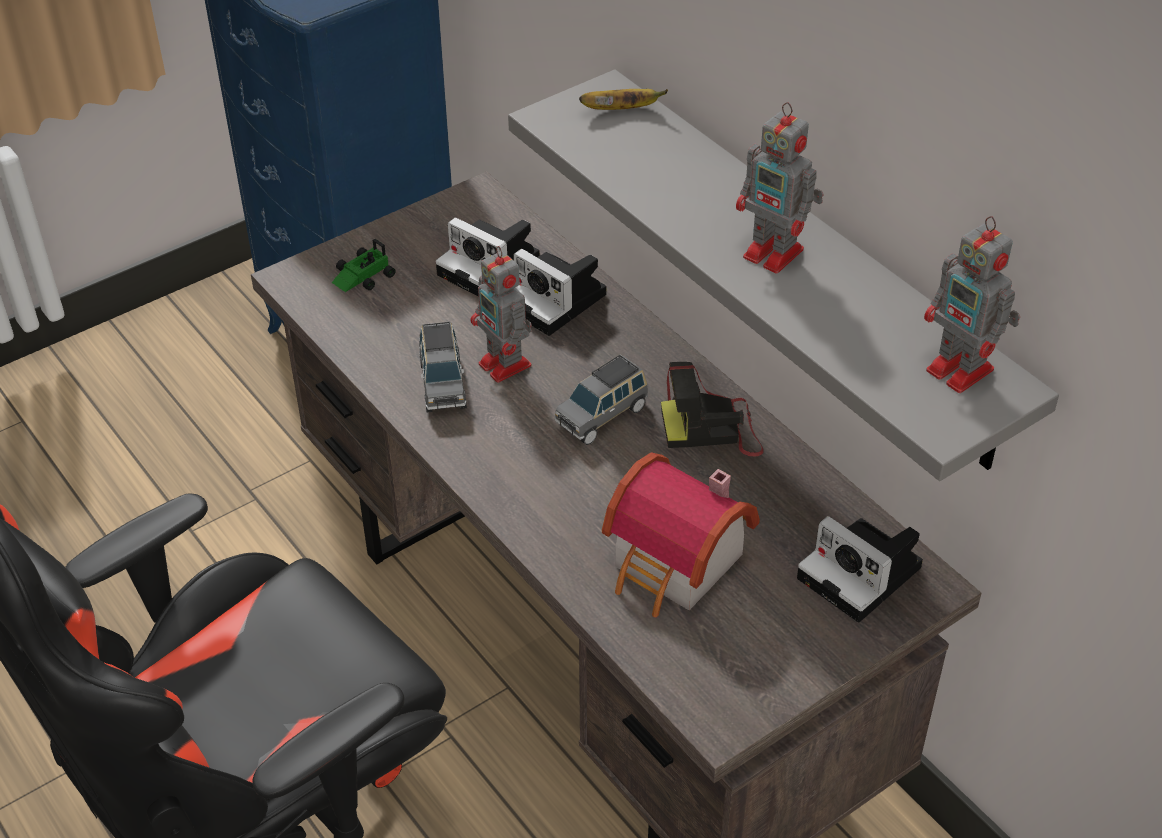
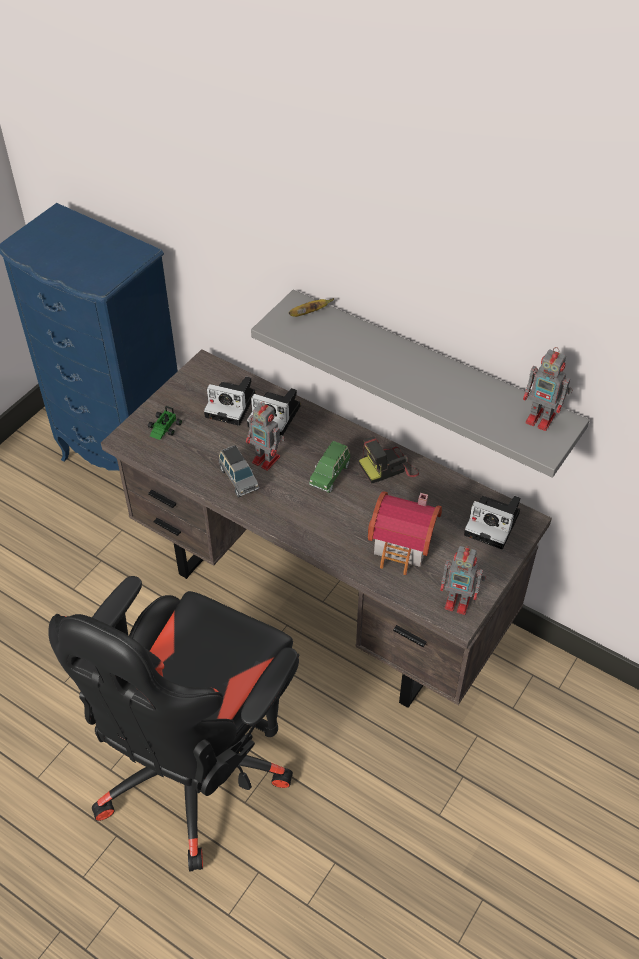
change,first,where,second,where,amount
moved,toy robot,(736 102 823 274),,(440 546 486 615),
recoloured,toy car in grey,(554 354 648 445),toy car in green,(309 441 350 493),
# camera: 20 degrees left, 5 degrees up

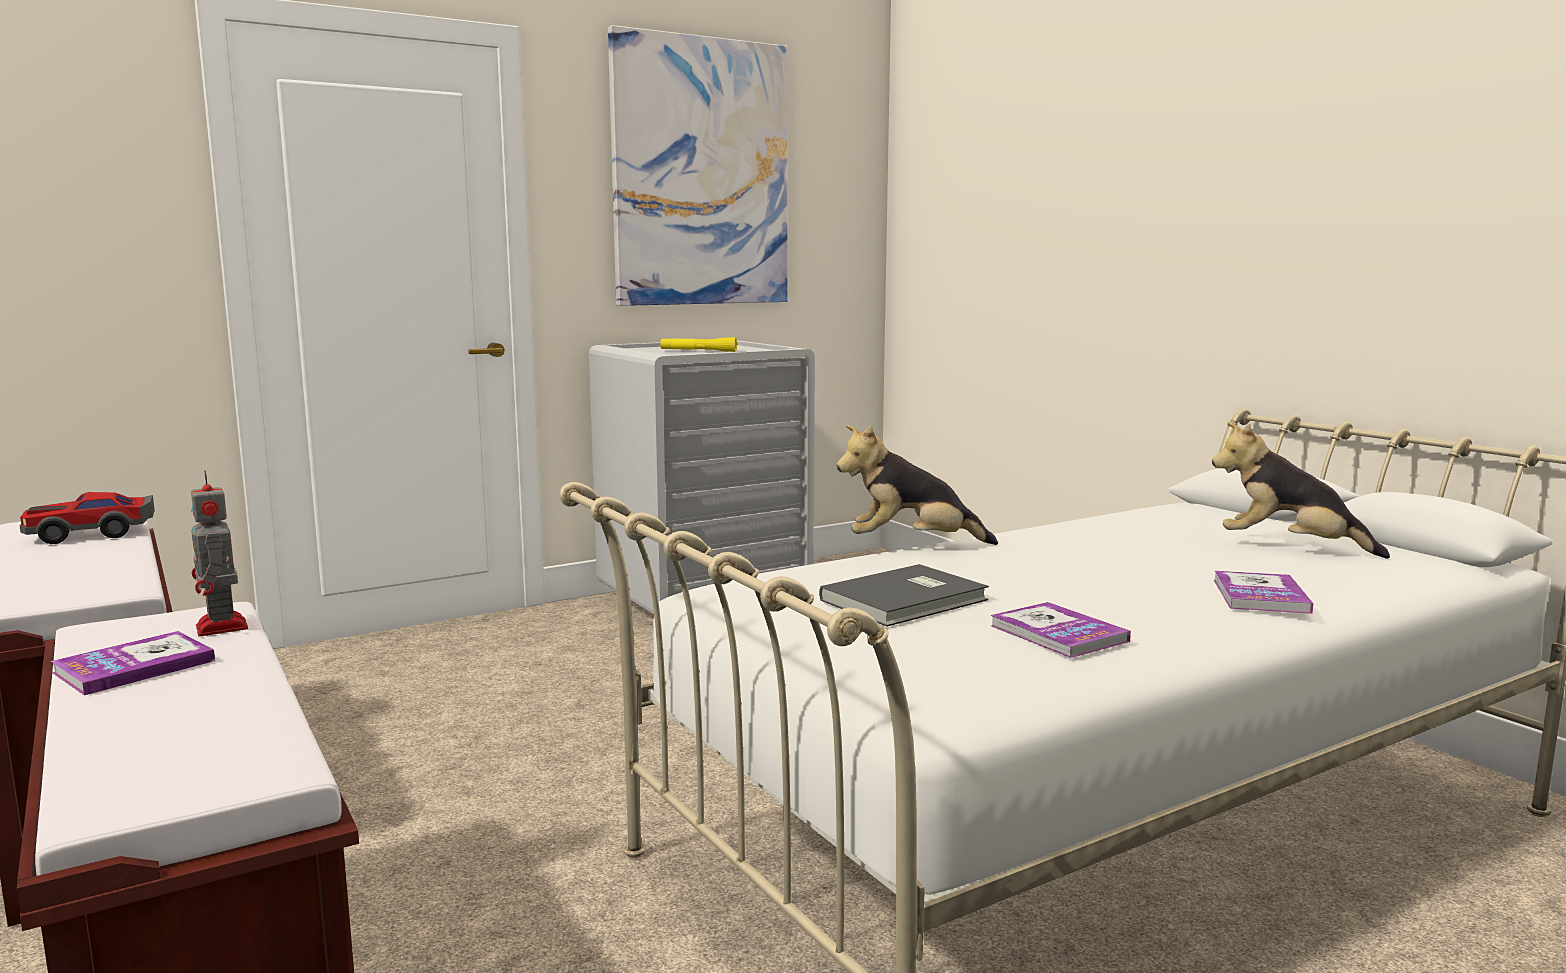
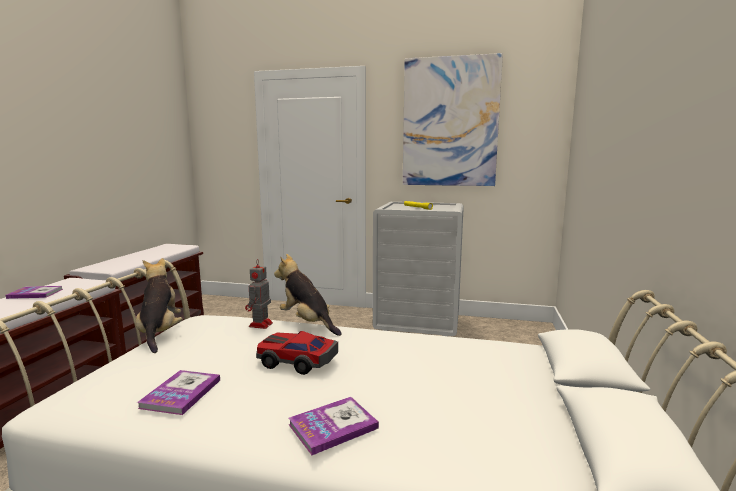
change,first,where,second,where,amount
moved,plush toy,(1212 422 1390 559),,(136 258 183 353),
moved,toy robot,(191 470 248 637),,(245 259 273 329),
moved,toy car,(19 492 155 544),,(256 331 338 375),
removed,book in grey,(819 564 989 626),,,
# camera: 45 degrees right, 0 degrees up

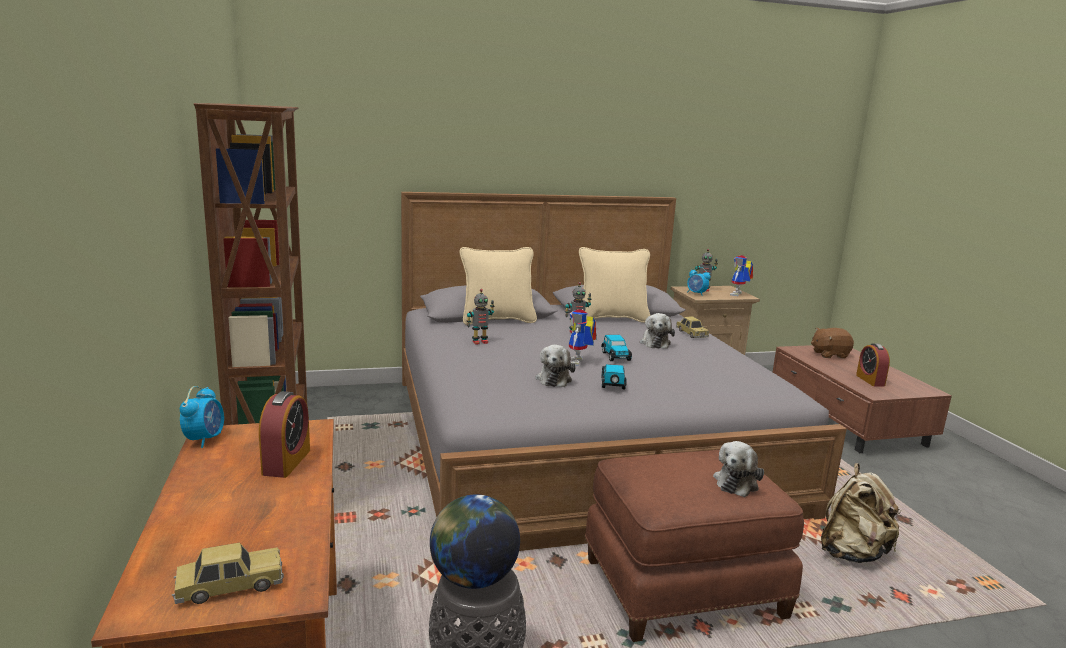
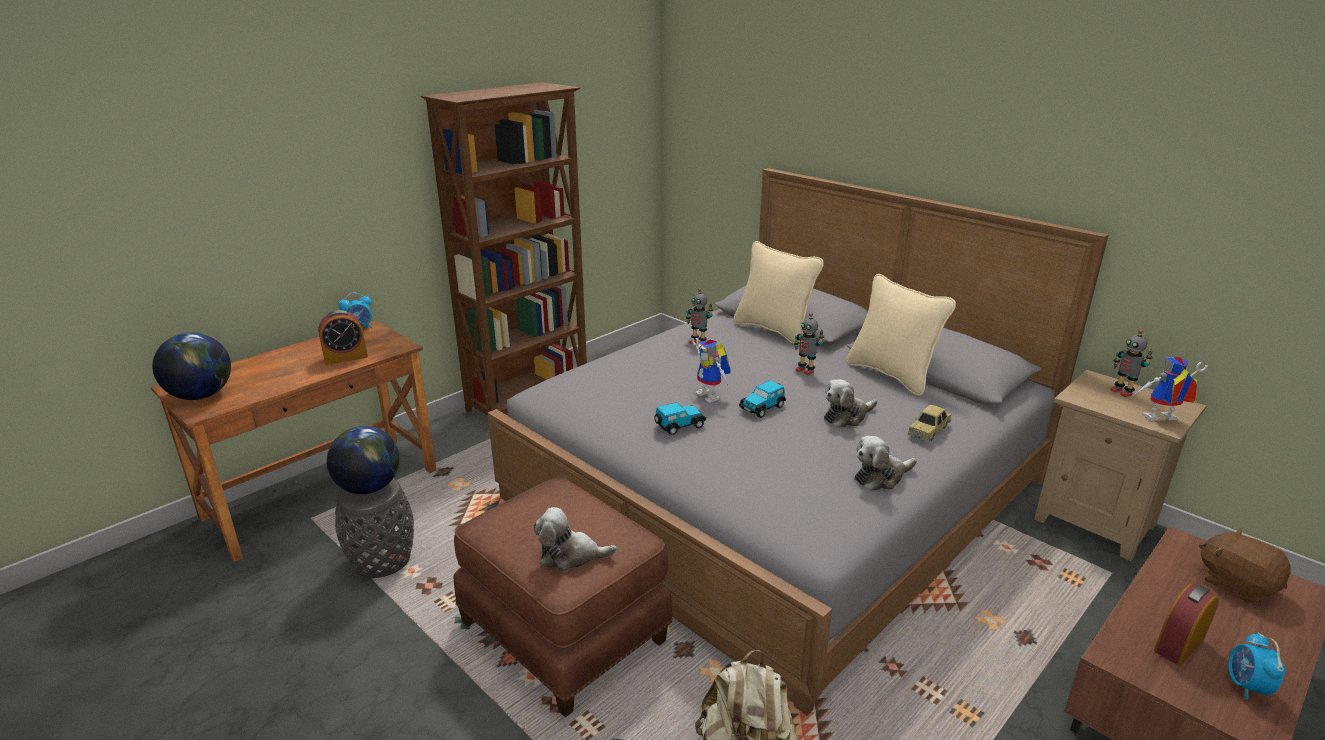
change,first,where,second,where,amount
moved,alarm clock,(687 267 711 296),,(1228 632 1286 700),
turned,toy robot,(569 309 597 366),,(692 338 731 403),105 degrees counterclockwise
moved,plush toy,(535 344 576 387),,(855 436 917 491),
replaced,toy car,(171 542 284 604),globe,(152 333 231 400),
# camera: 60 degrees right, 10 degrees up

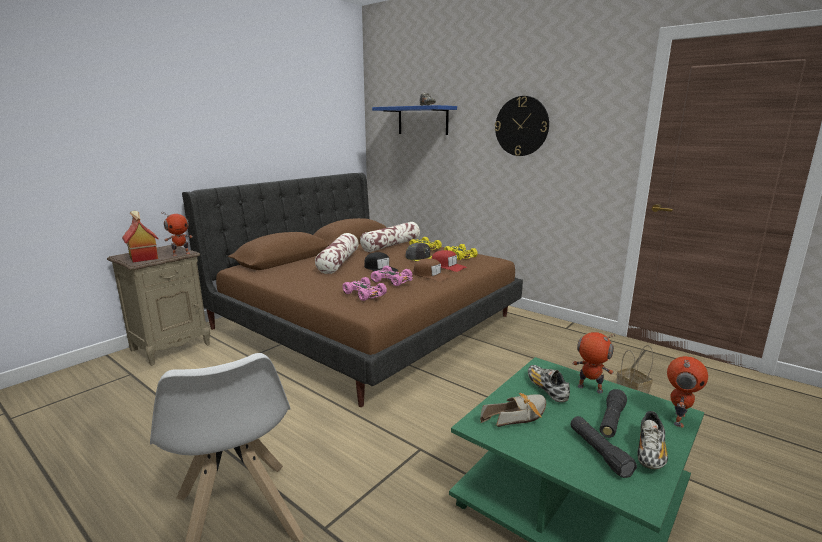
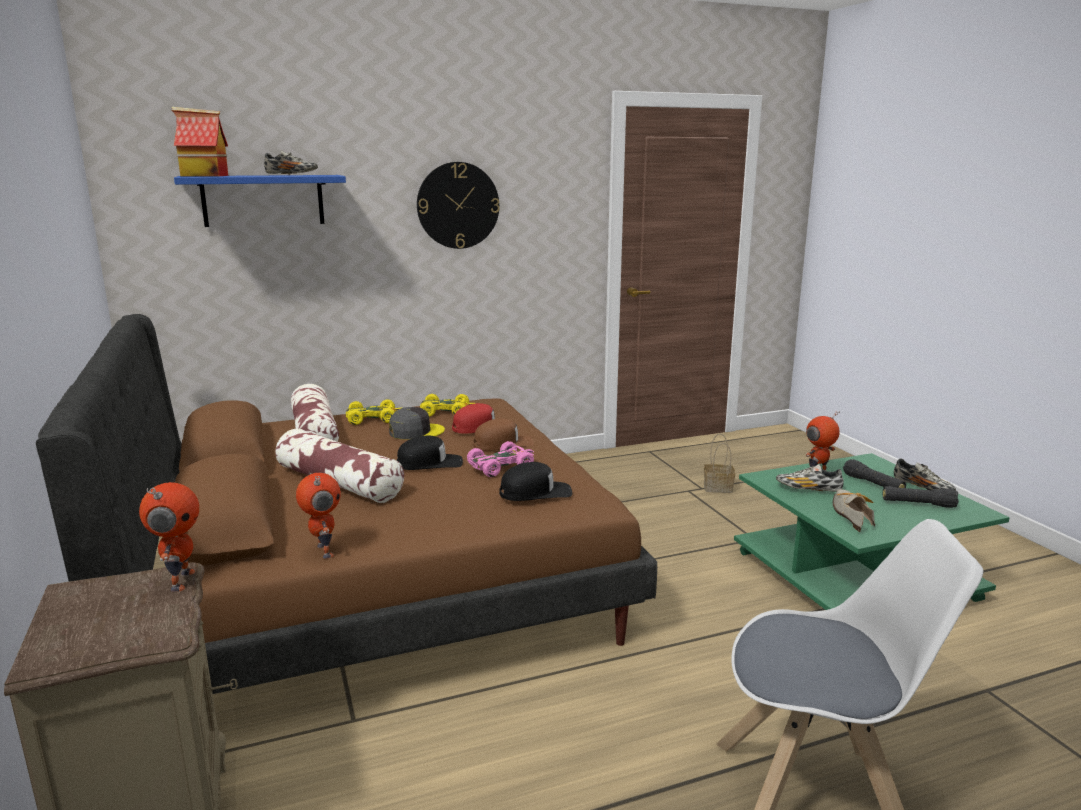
change,first,where,second,where,amount
moved,toy house,(122 211 159 262),,(171 107 228 177),
replaced,toy car in pink,(342 277 387 301),cap in black,(499 462 572 501),
moved,toy robot,(667 356 708 428),,(296 473 341 559),
# camera: 60 degrees left, 0 degrees up

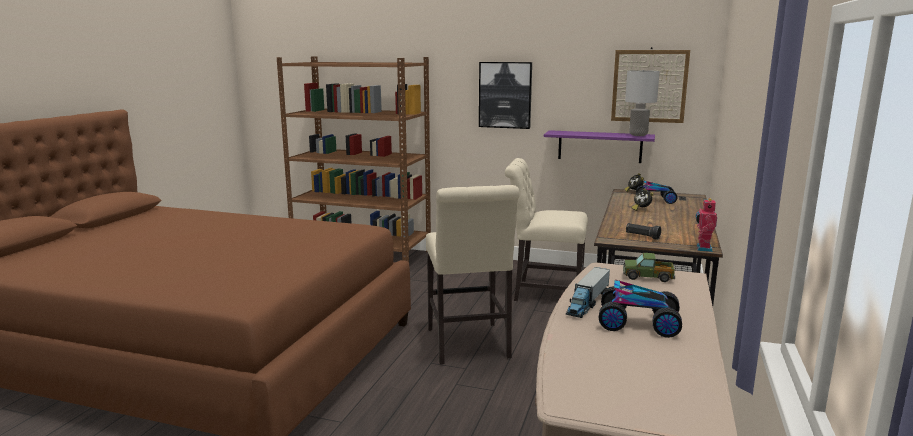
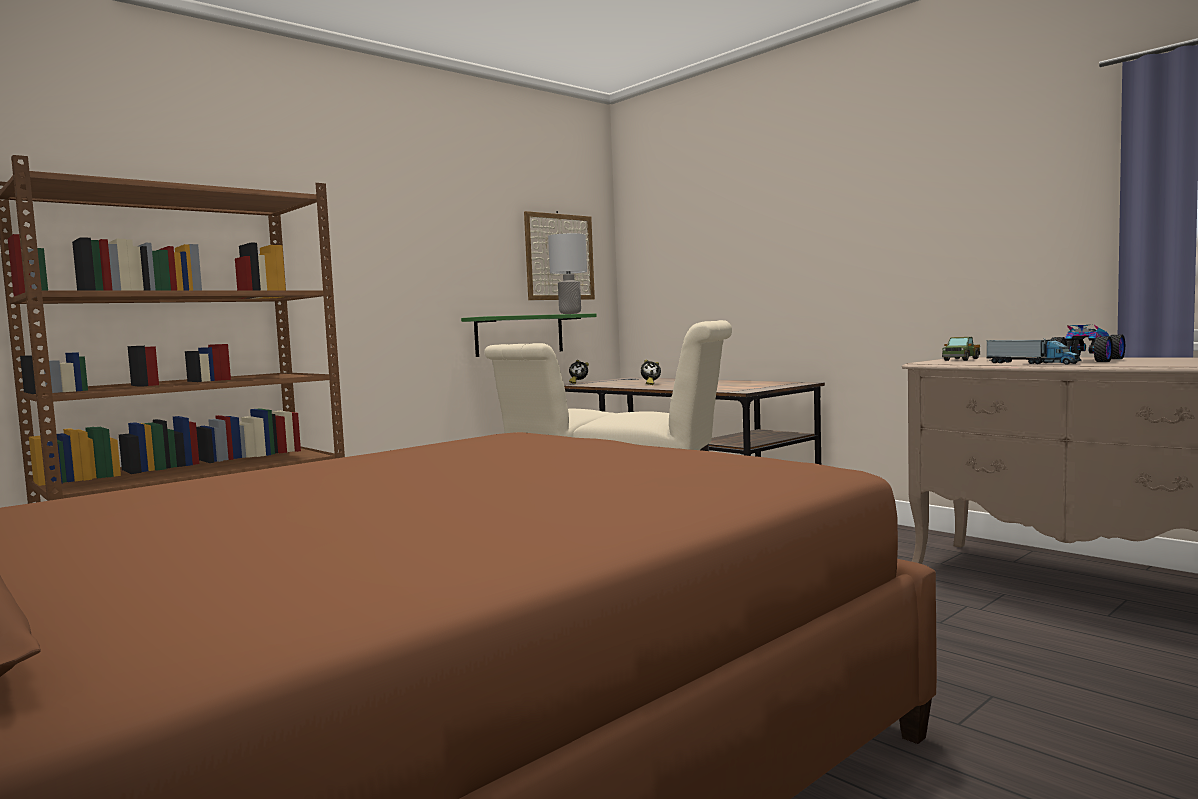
change,first,where,second,where,amount
removed,picture,(479 62 532 129),,,
recoloured,shelf in purple,(544 130 655 163),shelf in green,(461 313 597 357),
removed,toy car,(636 181 678 204),,,
removed,toy robot,(695 198 717 252),,,
removed,flashlight in black,(626 223 661 240),,,
# camera: 60 degrees left, 10 degrees down

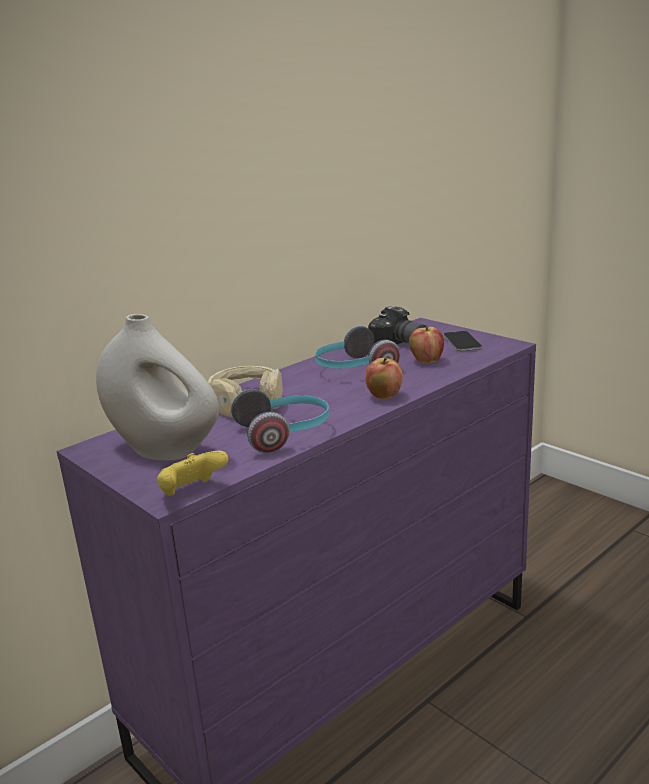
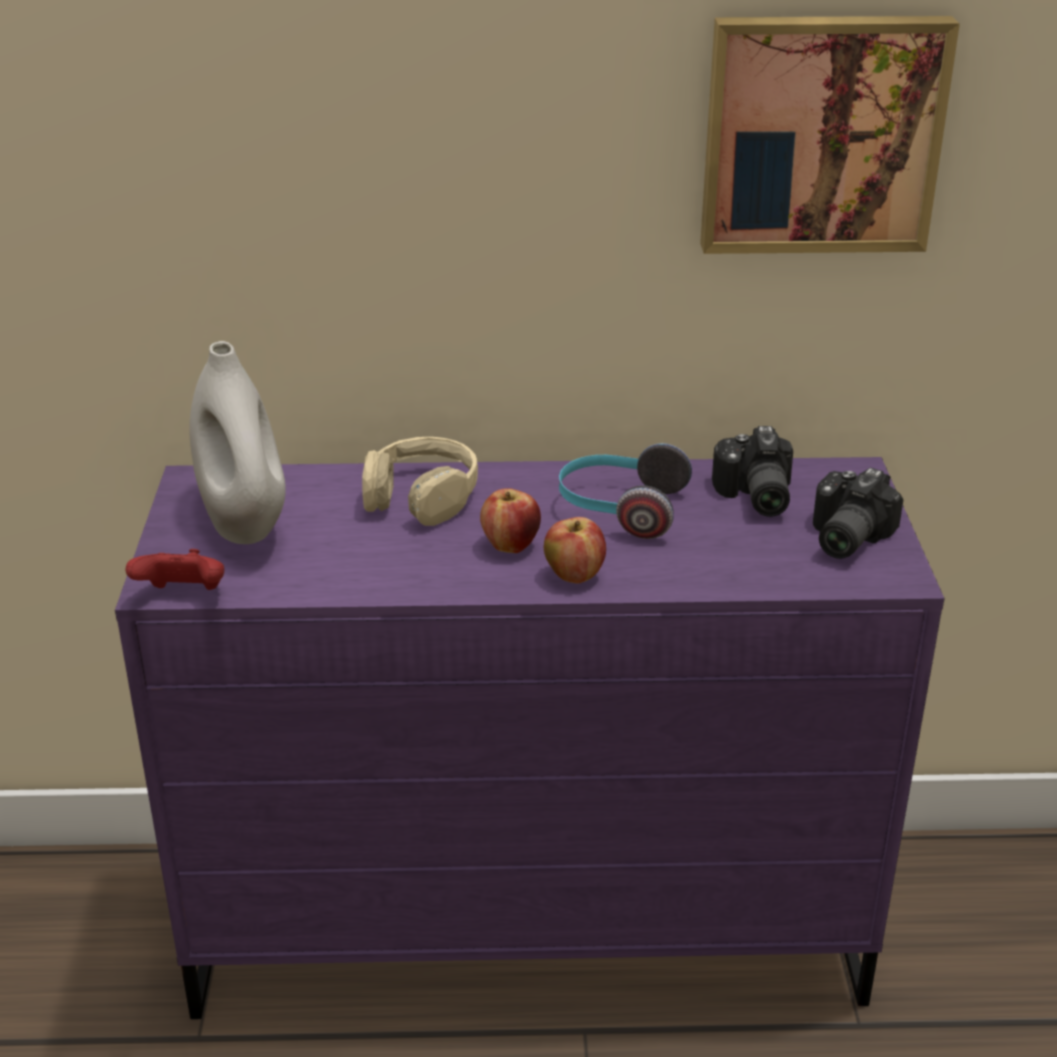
change,first,where,second,where,amount
moved,apple,(409 326 444 364),,(480 488 541 553),
replaced,phone,(443 331 482 351),photo camera,(813 467 903 559),
removed,headphones,(231 389 329 453),,,
recoloured,game controller in yellow,(157 451 229 496),game controller in red,(126 549 224 590),
added,,,picture,(700 16 960 254),
# camera: 40 degrees right, 10 degrees up

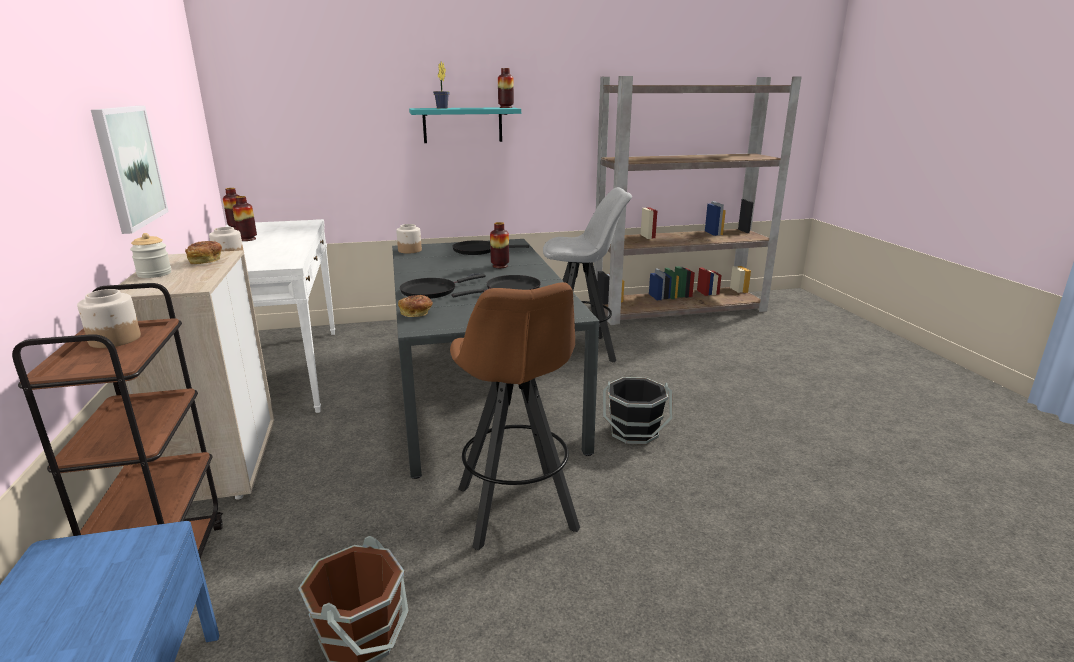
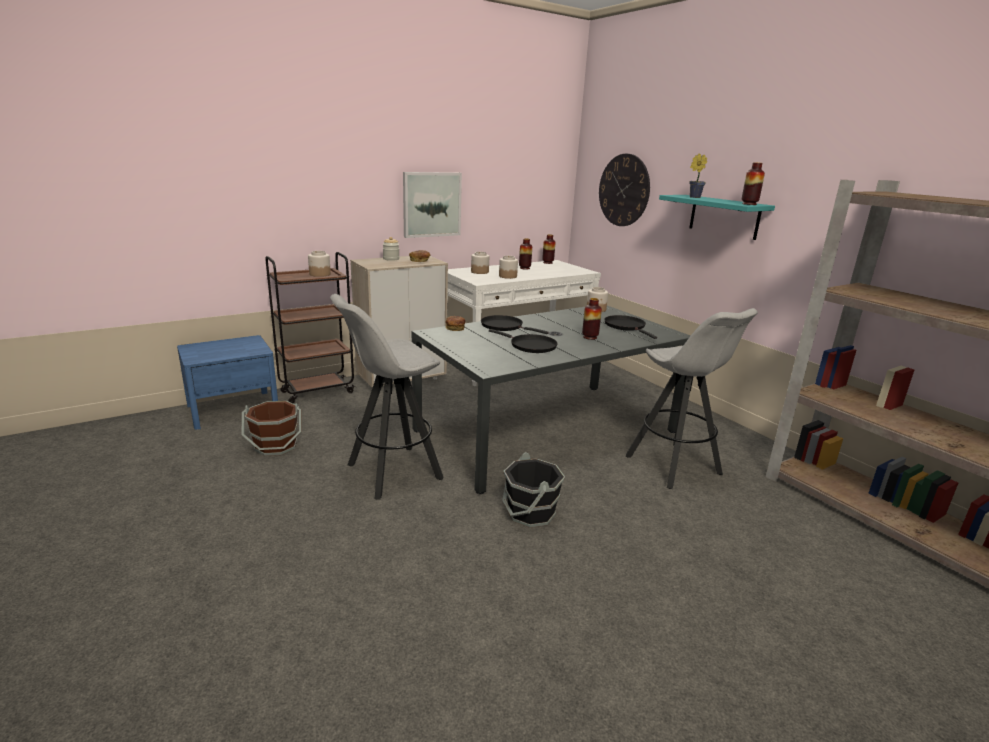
change,first,where,second,where,amount
recoloured,stool in brown,(450 282 580 550),stool in grey,(330 294 444 500),
added,,,wall clock,(599 154 650 226),
added,,,jar,(499 256 518 279),
# camera: 70 degrees right, 0 degrees up

